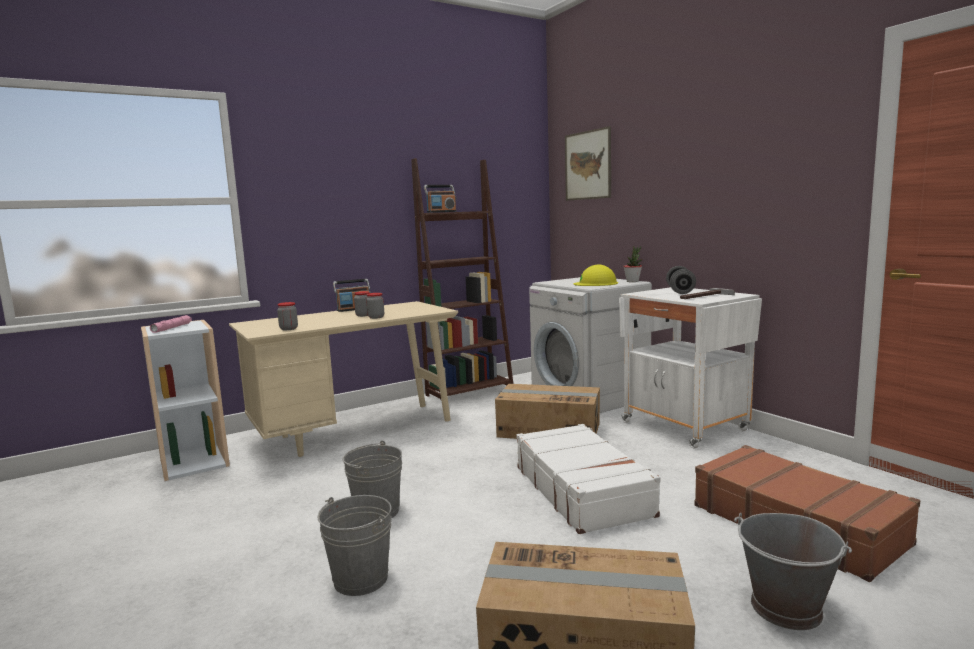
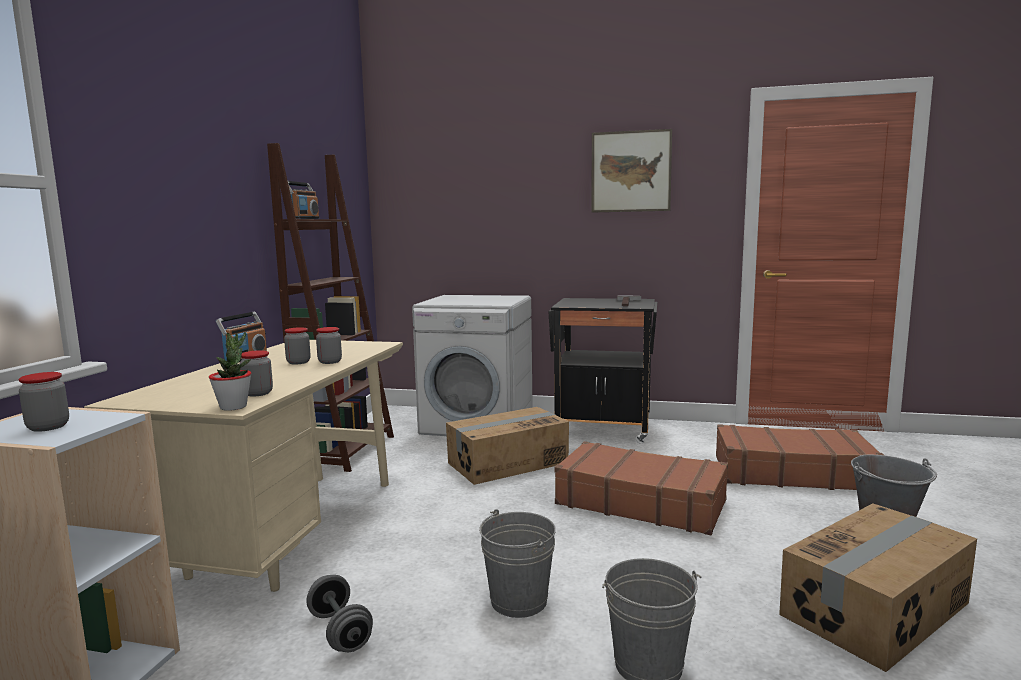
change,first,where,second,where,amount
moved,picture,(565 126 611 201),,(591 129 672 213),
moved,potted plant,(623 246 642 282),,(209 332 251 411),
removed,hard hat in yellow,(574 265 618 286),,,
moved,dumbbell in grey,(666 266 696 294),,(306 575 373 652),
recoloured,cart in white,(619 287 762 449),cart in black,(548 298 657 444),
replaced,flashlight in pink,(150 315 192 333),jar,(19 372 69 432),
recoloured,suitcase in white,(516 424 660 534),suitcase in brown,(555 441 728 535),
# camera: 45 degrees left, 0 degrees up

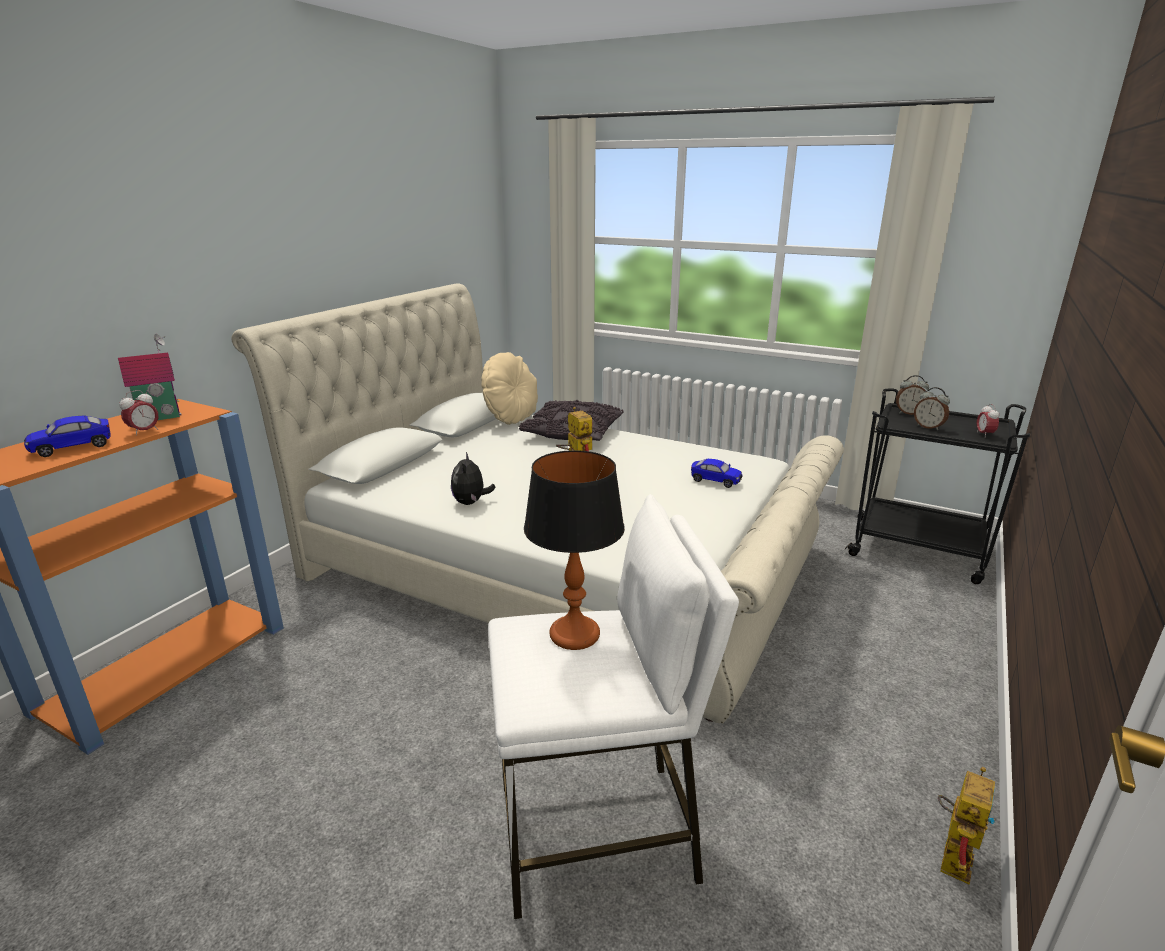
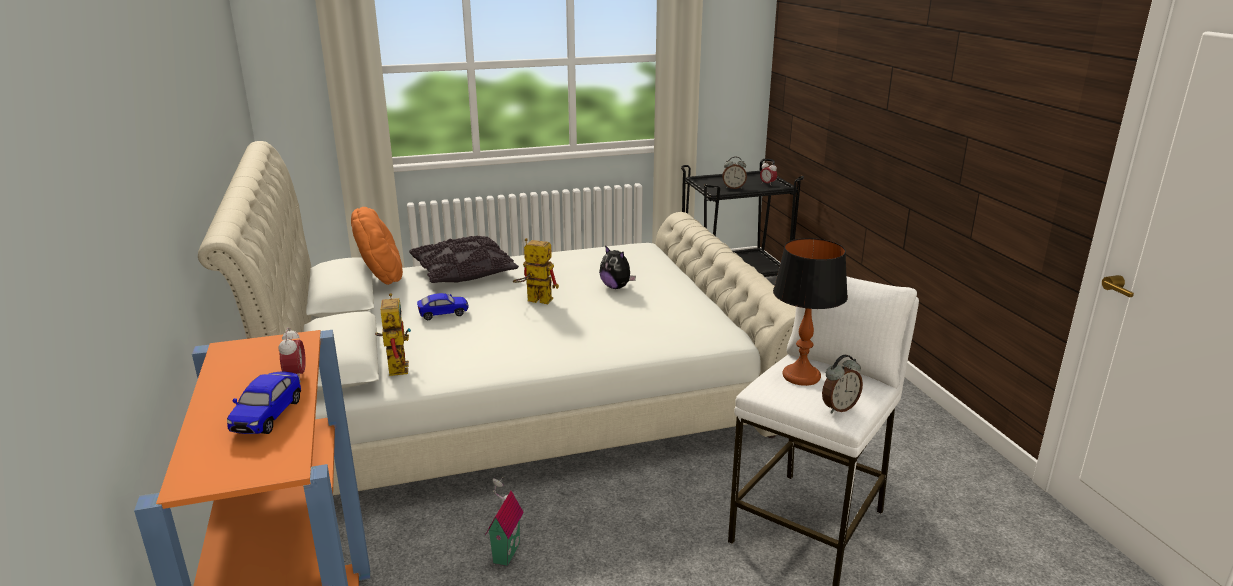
change,first,where,second,where,amount
moved,toy house,(118 334 182 420),,(485 477 524 566),
recoloured,pillow in beige,(481 352 538 425),pillow in orange,(351 207 403 285),
moved,alarm clock,(896 375 929 415),,(822 355 863 413),
moved,plush toy,(451 452 496 505),,(599 245 636 289),
moved,toy car,(691 459 743 488),,(417 293 469 320),
moved,toy robot,(938 767 996 884),,(375 293 411 376),
# camera: 45 degrees left, 0 degrees up

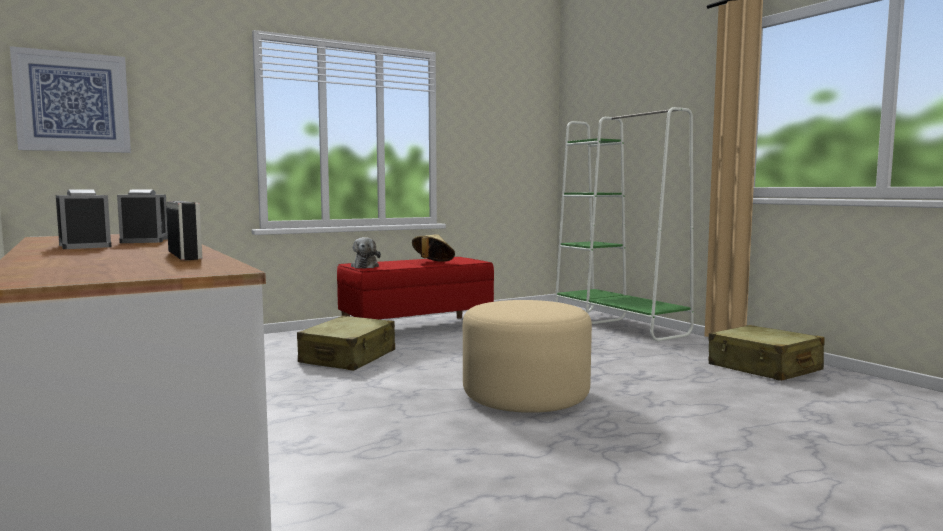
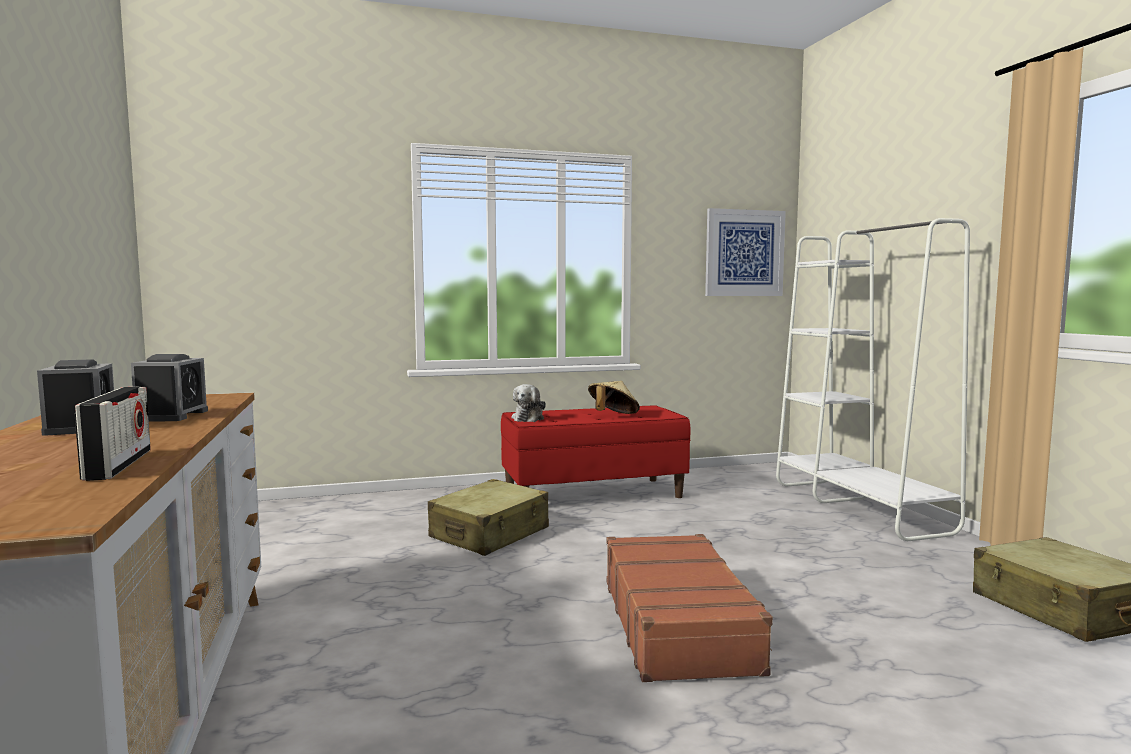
change,first,where,second,where,amount
moved,picture,(10 46 131 153),,(705 208 786 296),
recoloured,clothes rack in green,(555 107 694 341),clothes rack in white,(776 218 970 541),
replaced,ottoman in beige,(463 300 592 413),suitcase in brown,(607 534 773 682),
# camera: 15 degrees right, 0 degrees up

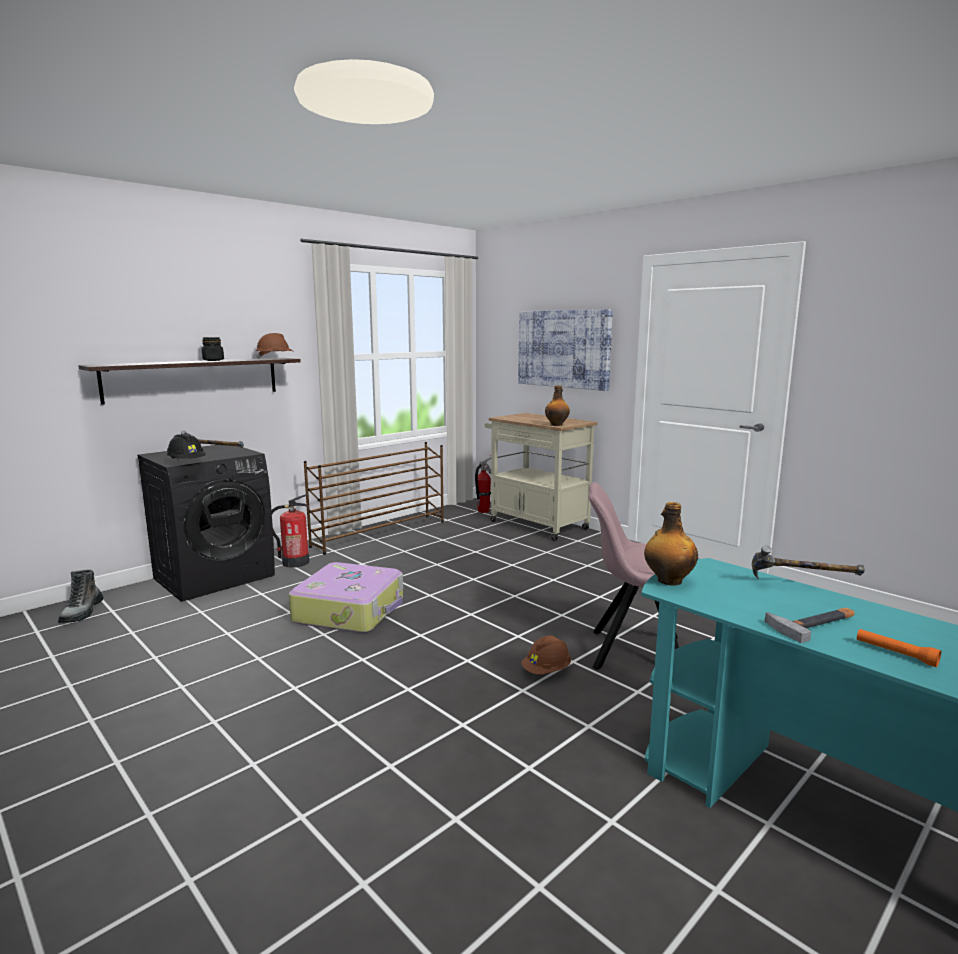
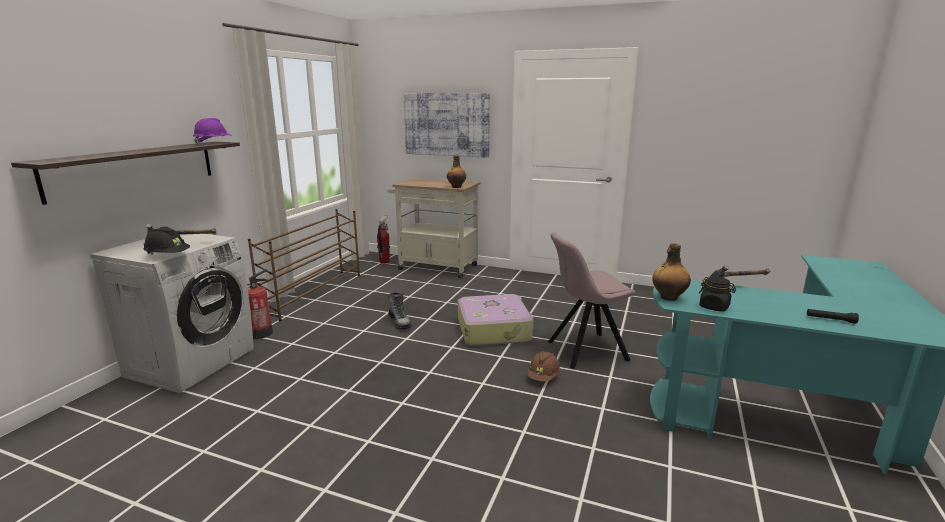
change,first,where,second,where,amount
recoloured,hard hat in brown,(255 333 293 359),hard hat in purple,(193 118 232 145),
moved,jar in black,(202 337 224 361),,(698 277 736 312),
recoloured,washing machine in black,(138 445 275 602),washing machine in white,(90 230 254 393),
moved,suitcase,(289 562 403 633),,(458 294 534 346),
moved,boot,(58 570 104 623),,(388 292 412 330),
removed,hammer,(765 608 855 643),,,
recoloured,flashlight in orange,(857 629 941 667),flashlight in black,(807 309 859 324),
# camera: 25 degrees left, 5 degrees up

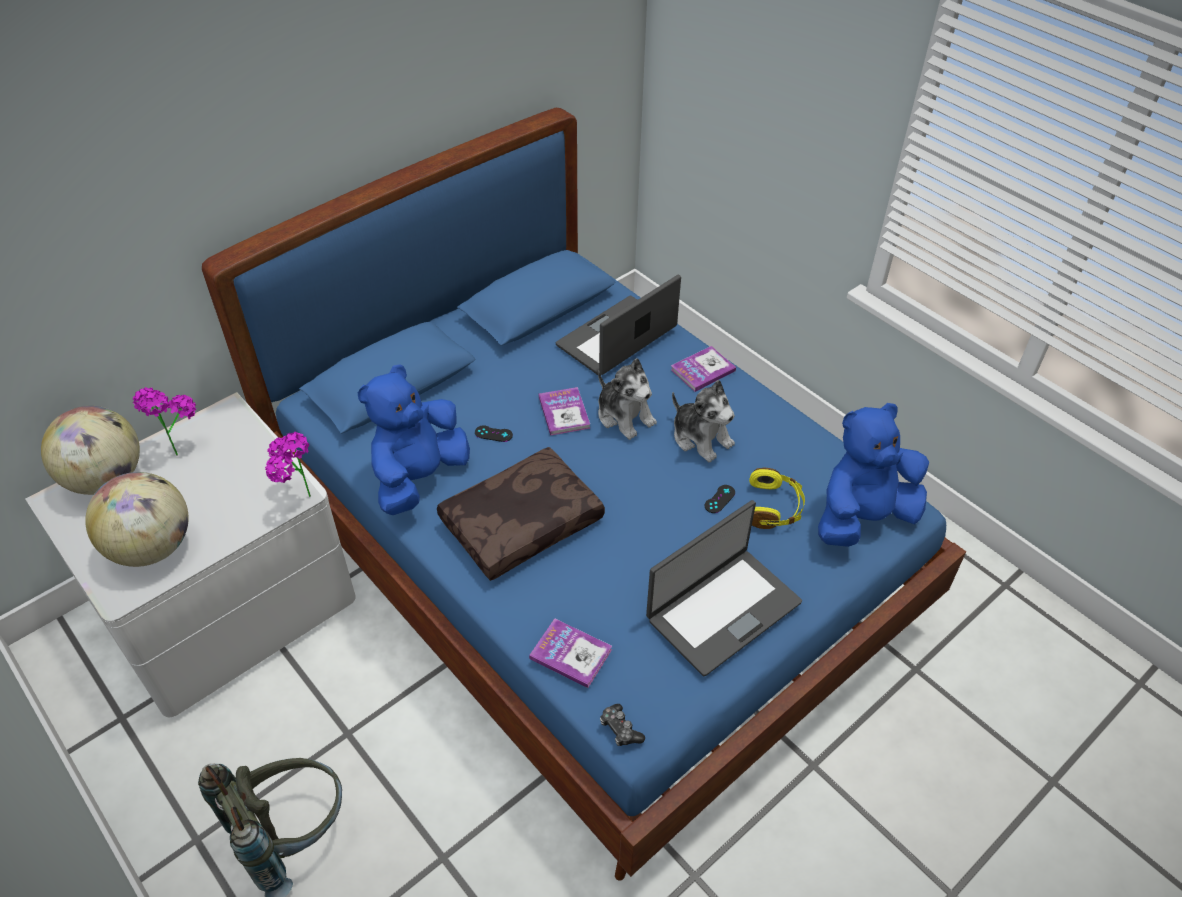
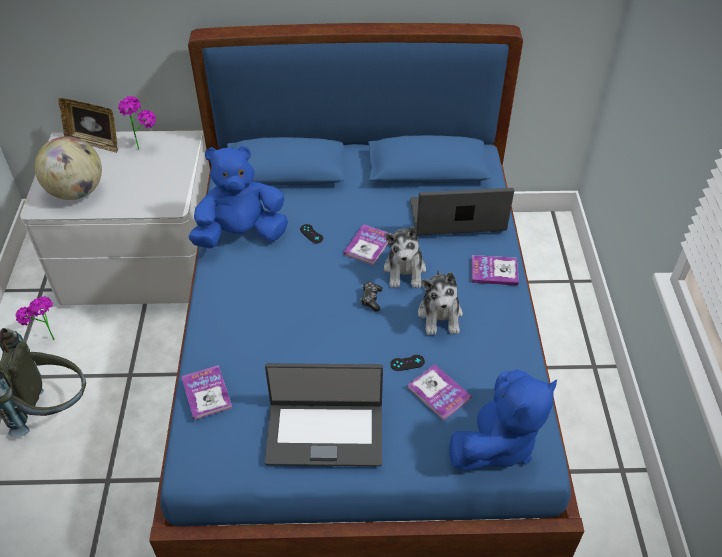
change,first,where,second,where,amount
turned,plush toy in blue,(818 403 929 547),,(449 369 557 470),120 degrees clockwise
replaced,globe,(41 406 140 495),picture frame,(58 98 118 153),
moved,potted plant,(265 432 311 497),,(15 296 55 340),
removed,pillow in brown,(437 447 605 581),,,
replaced,headphones in yellow,(749 468 805 529),book,(407 364 471 421),
moved,game controller,(600 704 645 746),,(360 282 382 312),
# camera: 40 degrees right, 0 degrees up

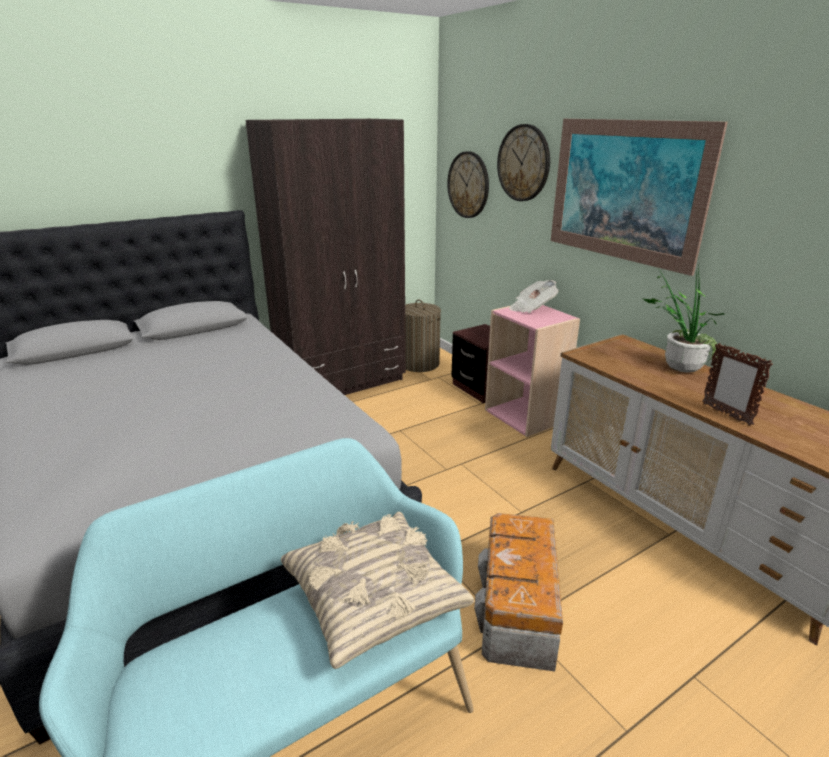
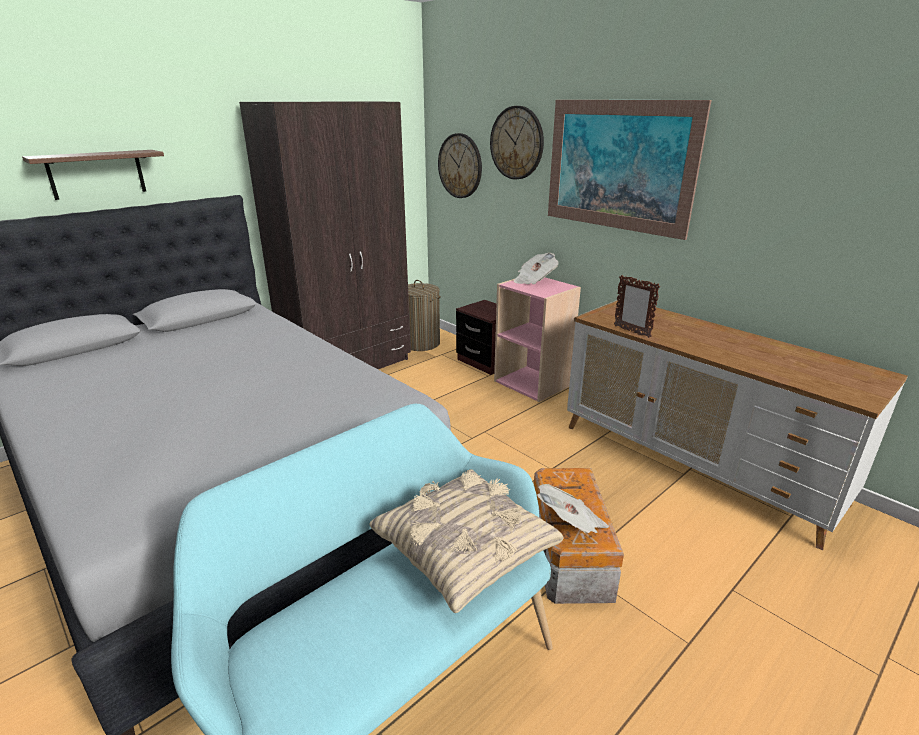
change,first,where,second,where,amount
removed,potted plant,(643 266 725 373),,,
moved,picture frame,(702 343 773 426),,(614 275 660 338),
added,,,shelf,(22 150 164 200),
added,,,newspaper,(537 484 609 533),
# camera: 10 degrees left, 0 degrees up

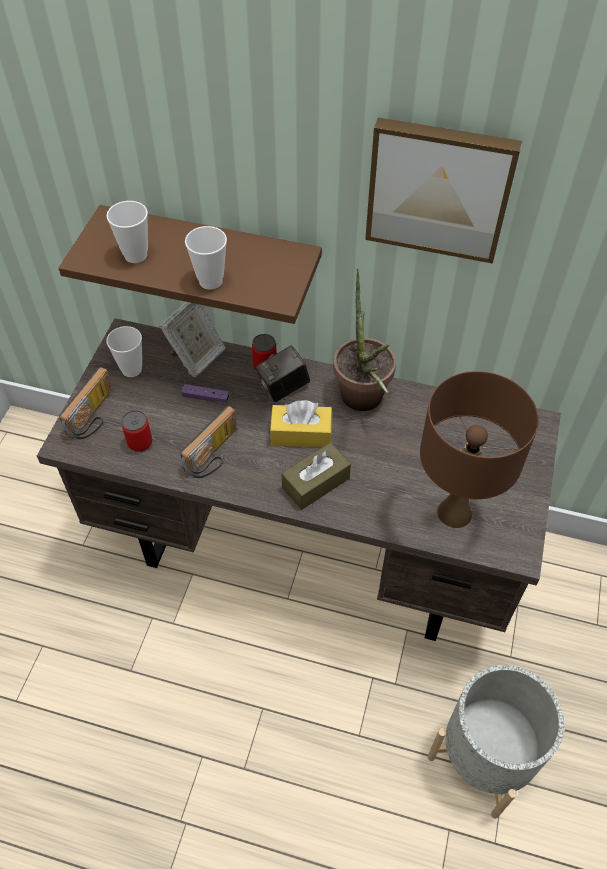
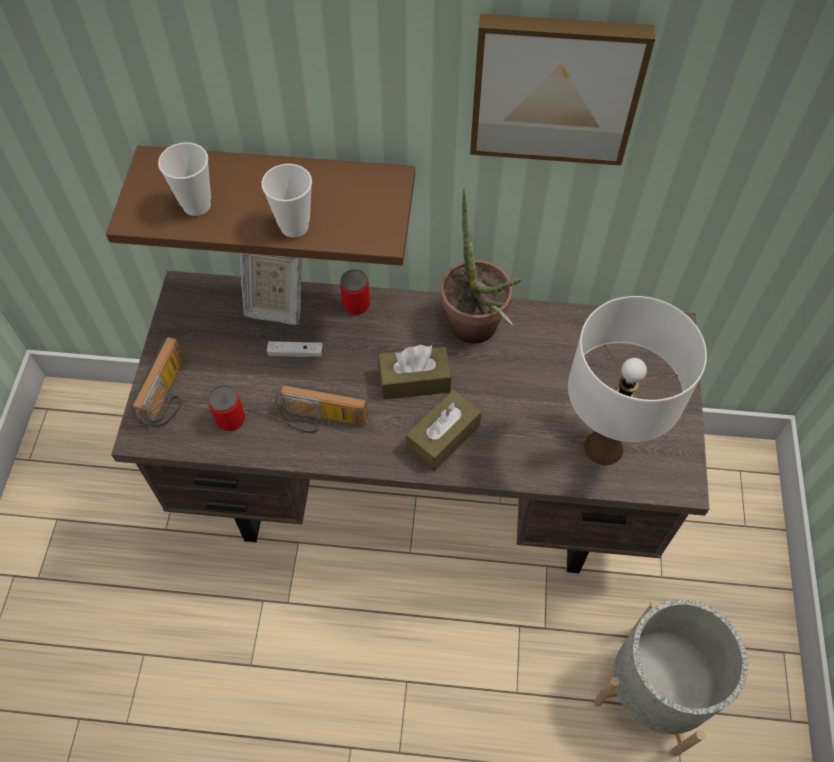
change,first,where,second,where,amount
turned,picture frame,(159 302 226 377),,(240 253 303 325),75 degrees clockwise
removed,cup,(106 326 142 377),,,
removed,photo camera,(256 345 310 402),,,
recoloured,table lamp in brown,(420 371 539 528),table lamp in white,(568 296 707 465),
recoloured,game controller in purple,(181 384 229 403),game controller in white,(267 341 323 357),
recoloured,tissue box in yellow,(270 400 332 447),tissue box in brown,(378 345 452 400),
turned,radio,(180 406 237 478),,(275 384 368 433),75 degrees clockwise
# camera: 10 degrees left, 5 degrees up

